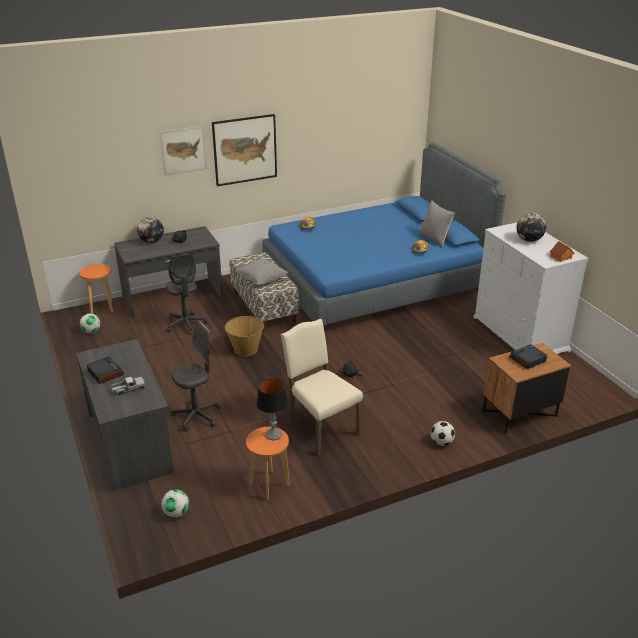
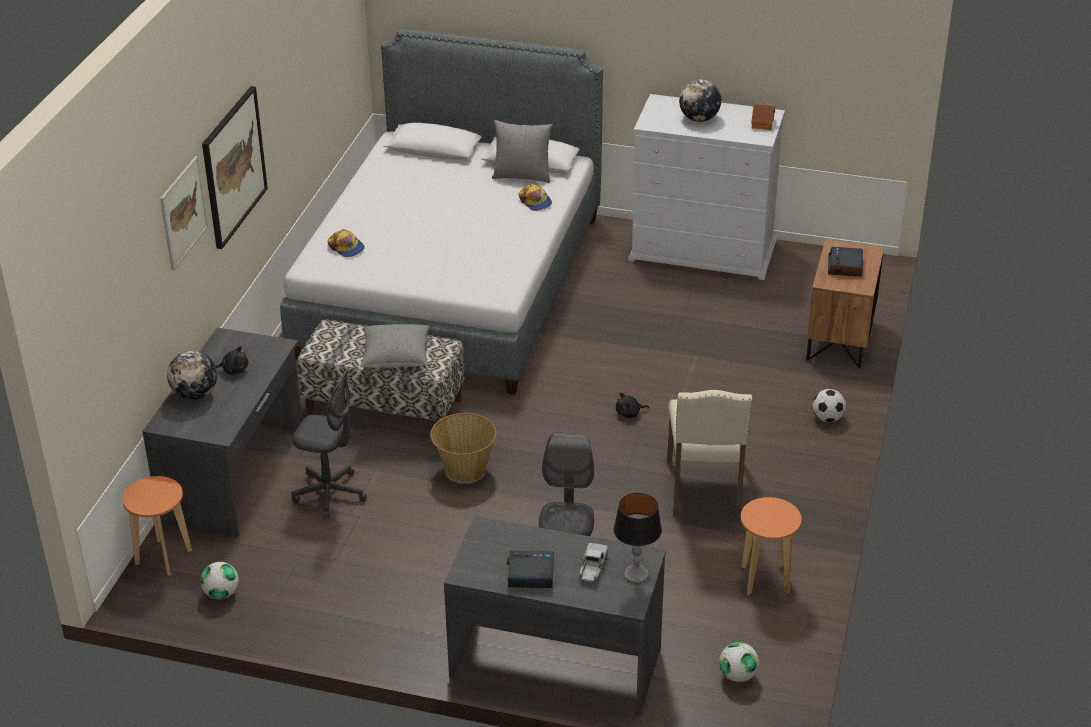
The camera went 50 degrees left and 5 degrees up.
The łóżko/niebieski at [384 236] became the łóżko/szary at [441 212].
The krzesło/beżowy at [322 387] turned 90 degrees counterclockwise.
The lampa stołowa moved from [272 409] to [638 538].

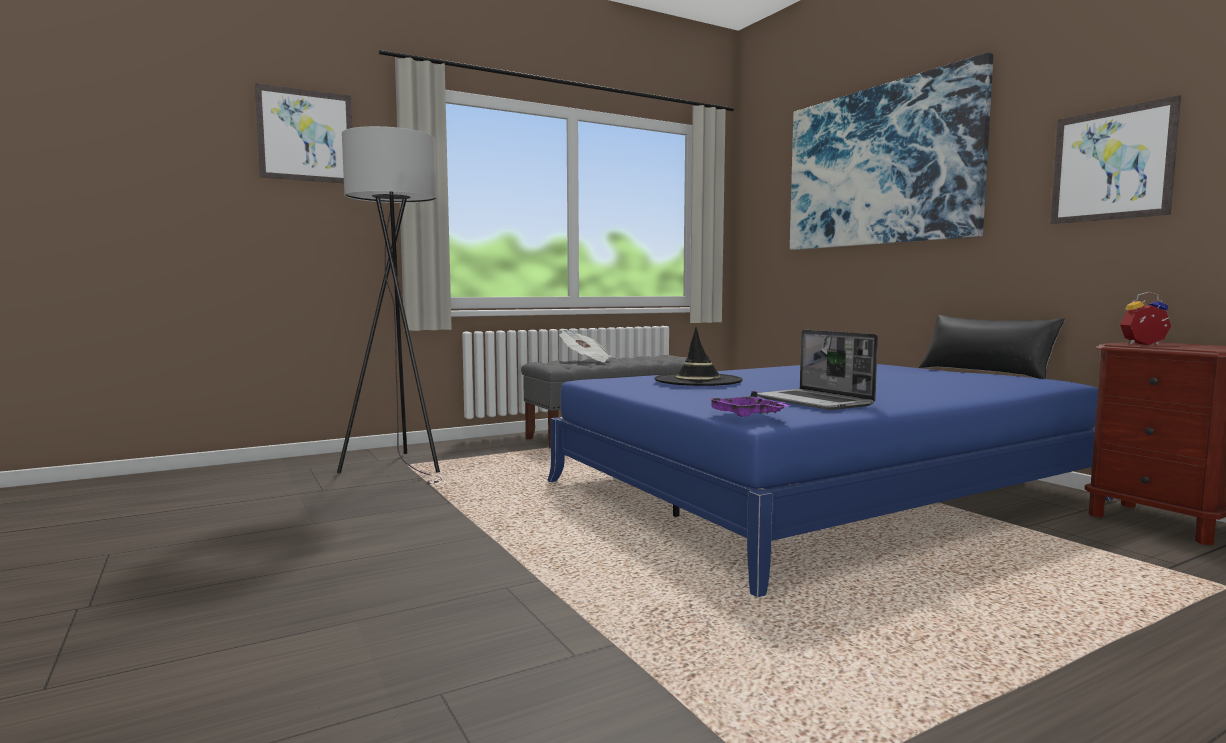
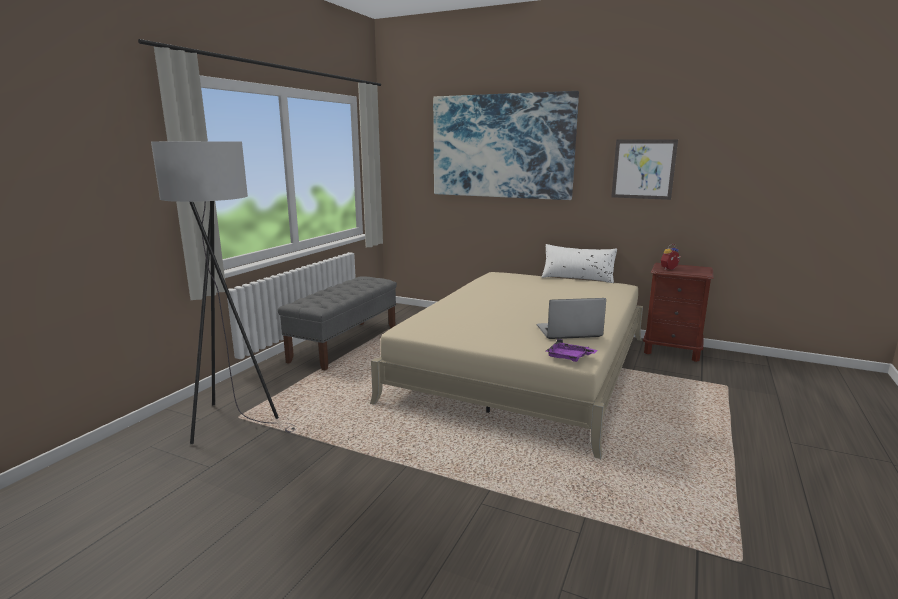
The camera went 35 degrees left and 10 degrees up.
The obraz at [303 133] disappeared.
The poduszka/czarny at [992 347] became the poduszka/biały at [579 263].
The kapelusz/czarny at [698 357] disappeared.
The gazeta at [585 346] disappeared.
The laptop at [817 370] turned 150 degrees clockwise.
The łóżko/niebieski at [830 480] became the łóżko/beżowy at [506 365].

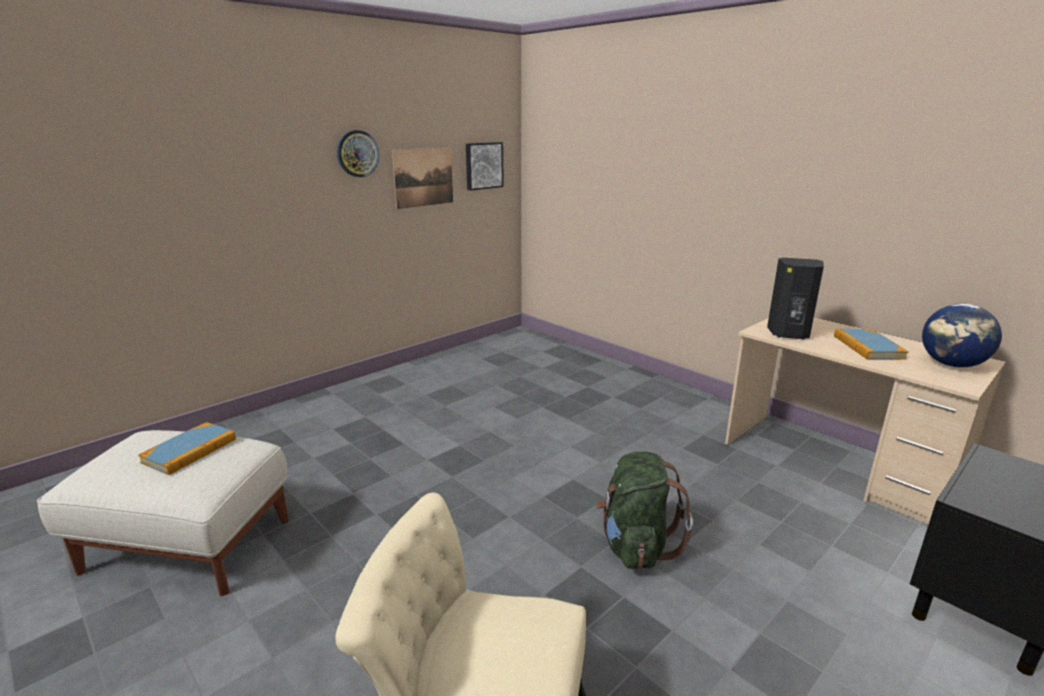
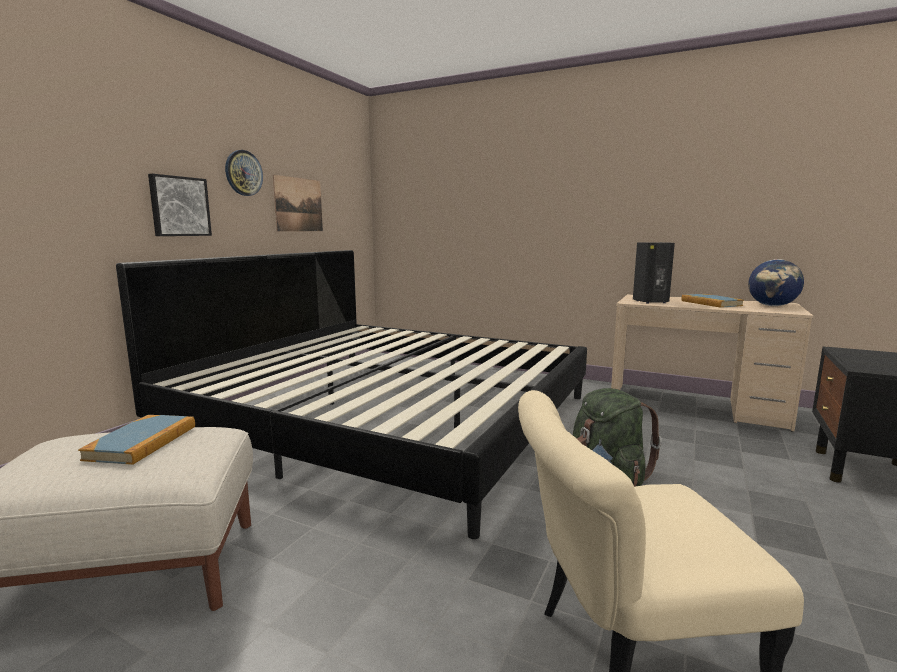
The camera went 20 degrees left and 10 degrees down.
The obraz moved from [485 166] to [180 205].
The łóżko at [351 394] appeared.

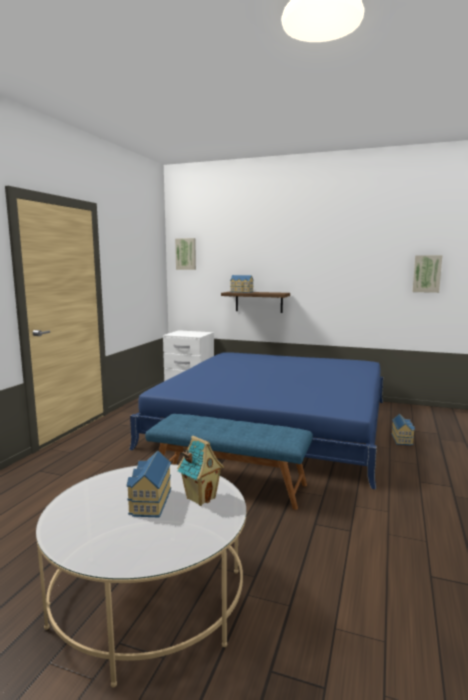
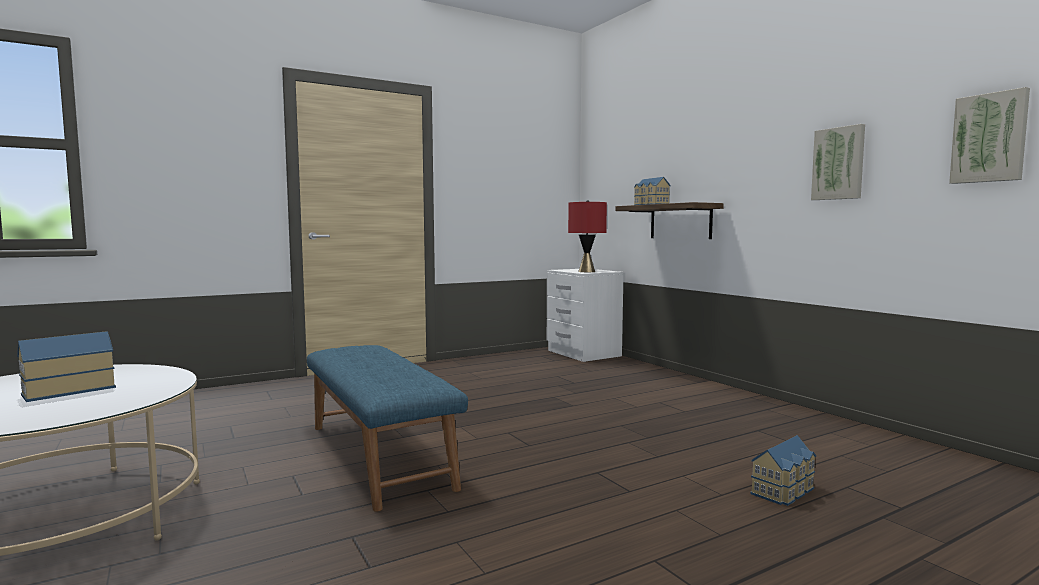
The camera went 40 degrees right and 5 degrees down.
The obraz moved from [185 254] to [838 162].
The łóżko/niebieski at [256 421] disappeared.
The domek at [200 471] disappeared.
The lampa stołowa/czerwony at [587 236] appeared.

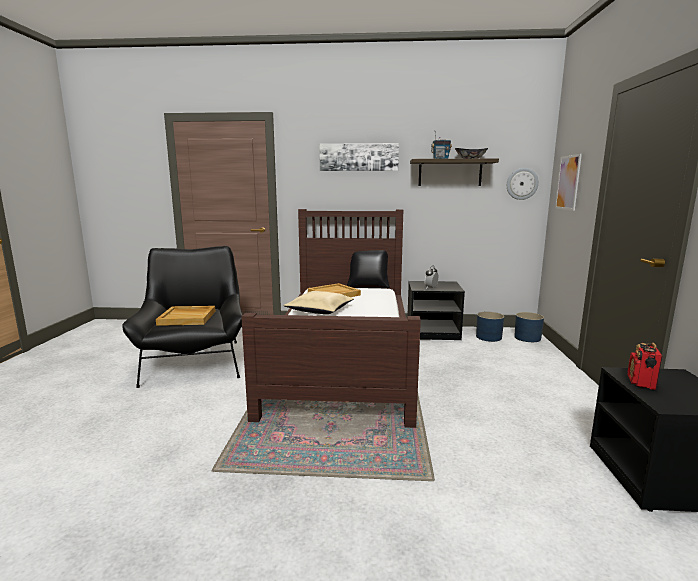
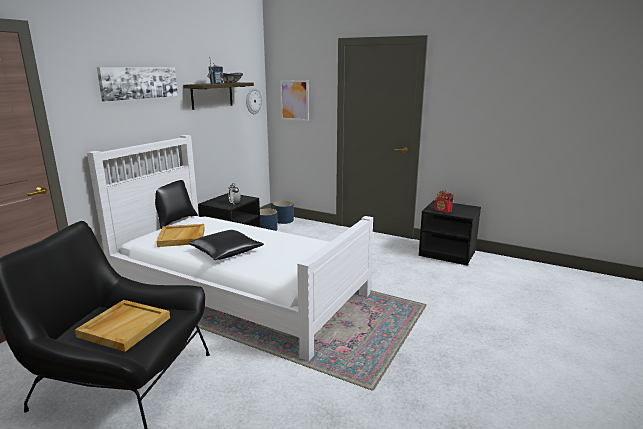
The camera went 65 degrees left and 5 degrees up.
The łóżko/brązowy at [331 318] became the łóżko/biały at [230 248].
The poduszka/beżowy at [318 302] became the poduszka/czarny at [226 245].

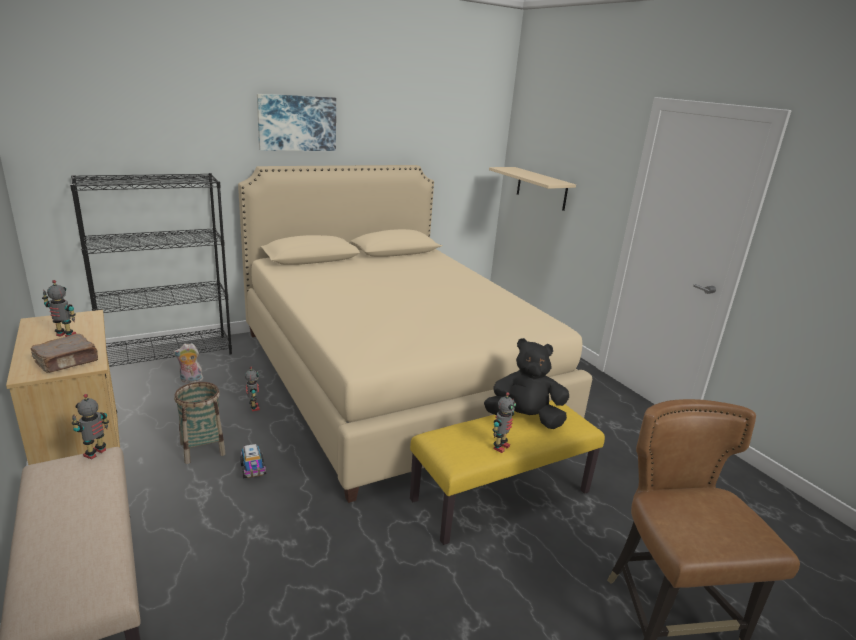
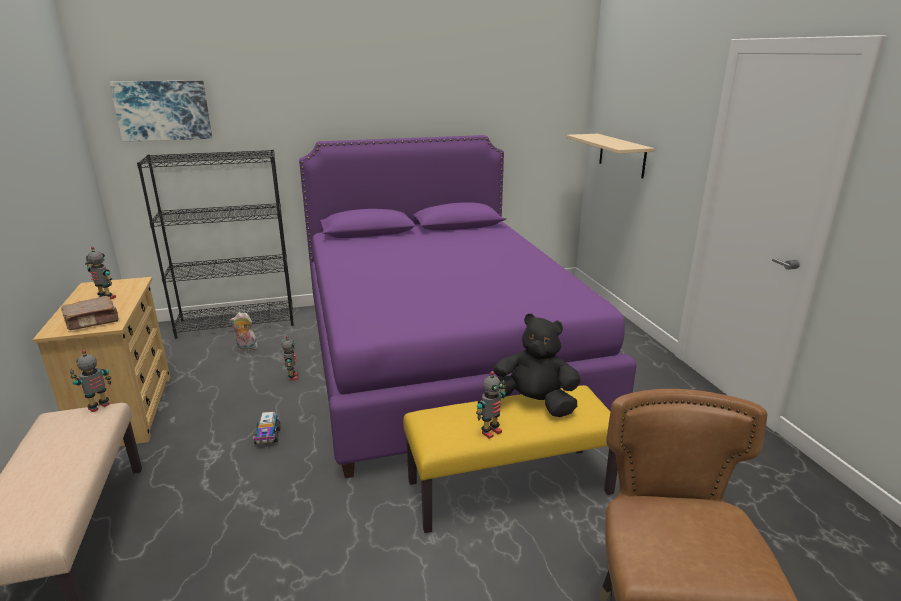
The camera went 15 degrees right and 0 degrees up.
The obraz moved from [296 122] to [160 111].
The łóżko/beżowy at [415 334] became the łóżko/fioletowy at [468 306].
The koszyk at [200 423] disappeared.

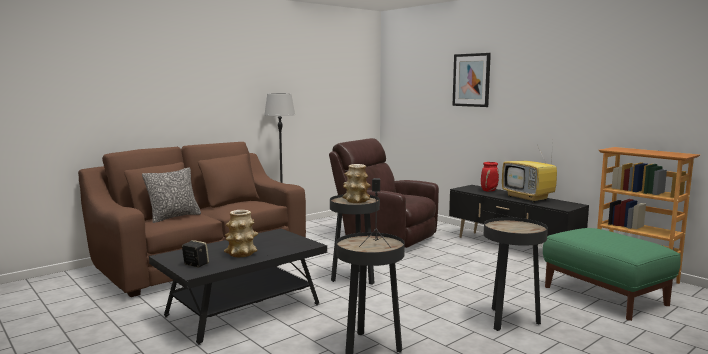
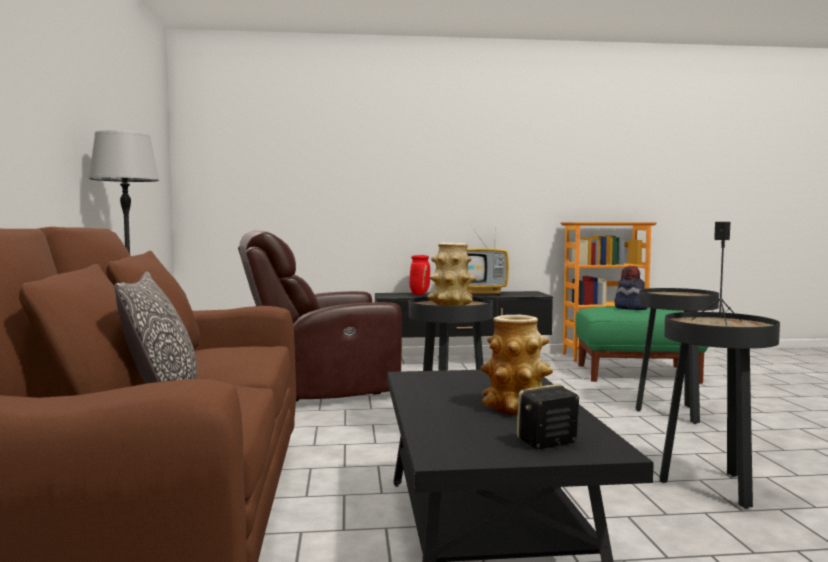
The camera went 55 degrees left and 5 degrees down.
The obraz at [471 80] disappeared.
The kapelusz at [631 288] appeared.

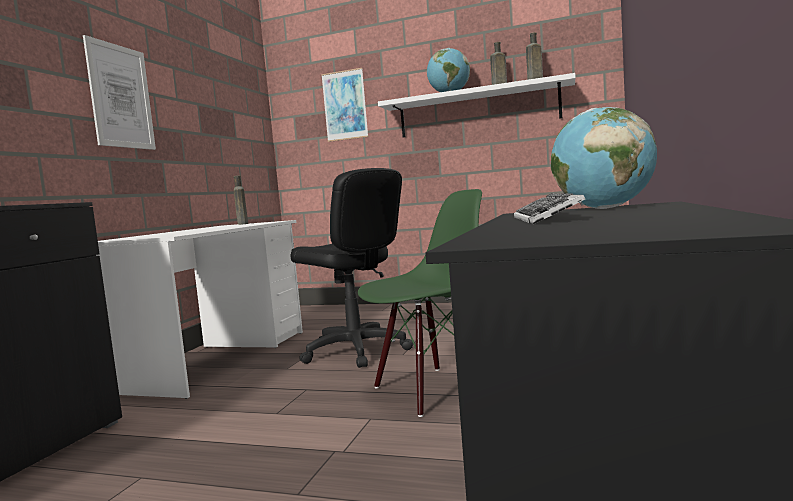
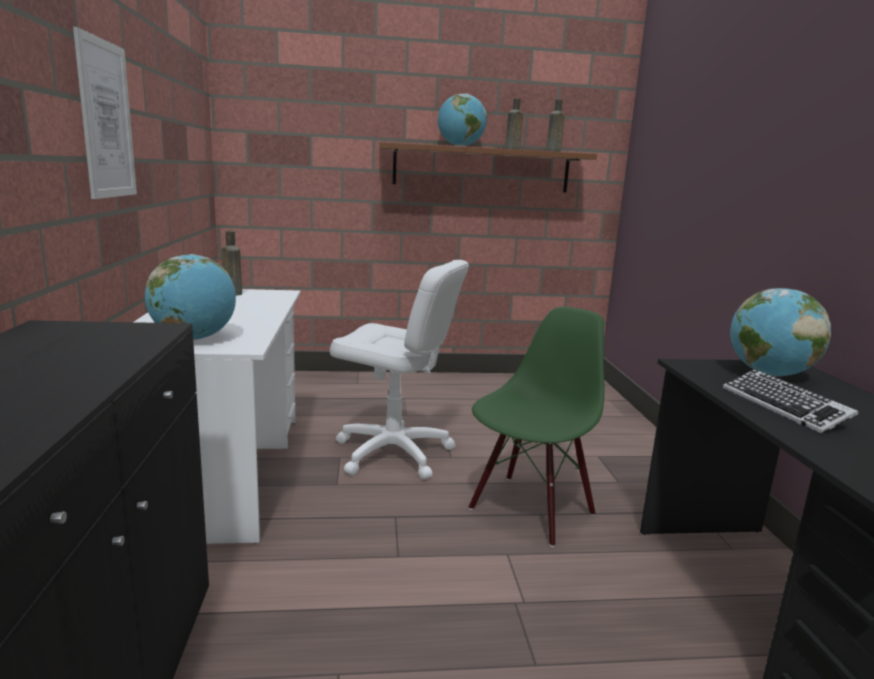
The camera went 25 degrees left and 10 degrees up.
The obraz at [344 105] disappeared.
The półka/biały at [477 105] became the półka/brązowy at [488 167].
The krzesło biurowe/czarny at [351 268] became the krzesło biurowe/biały at [399 369].
The globus at [190 297] appeared.

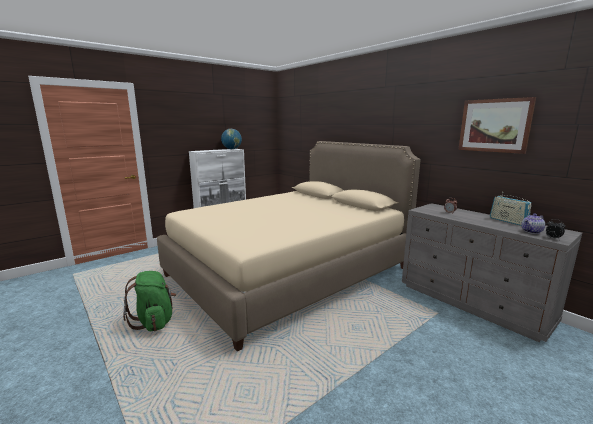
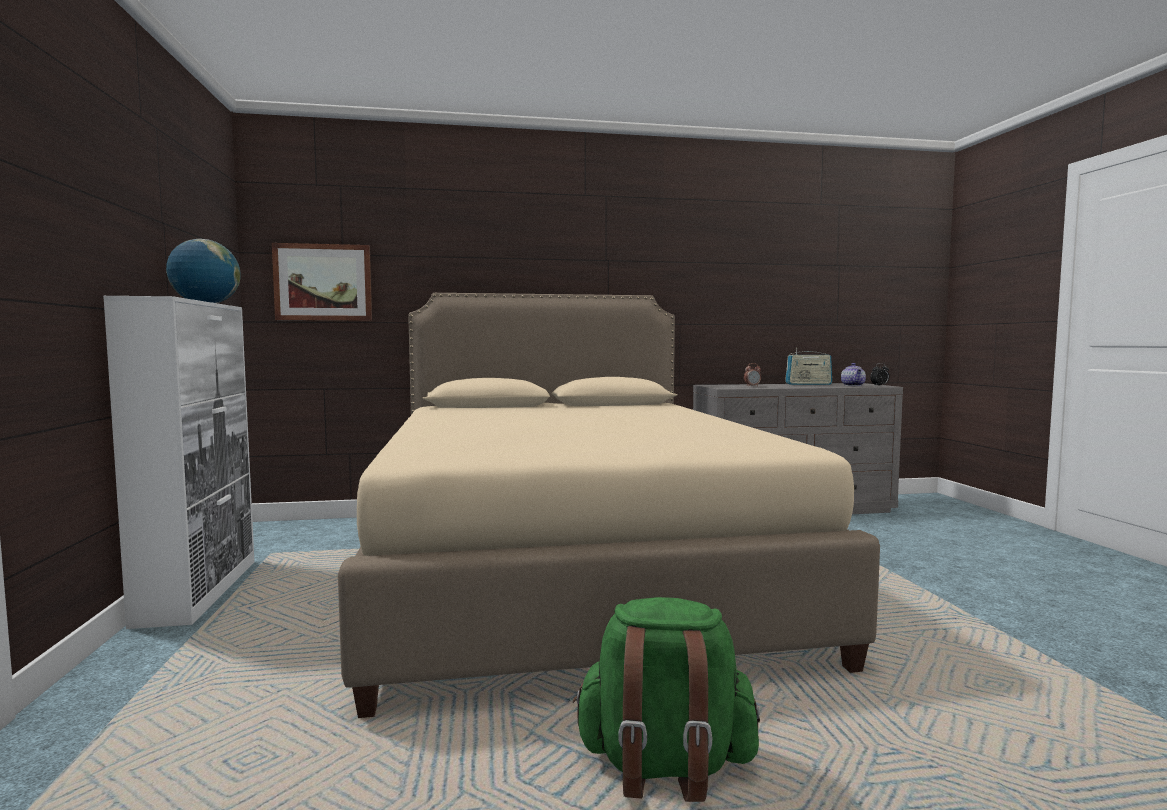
The camera went 60 degrees left and 10 degrees down.
The obraz moved from [497 125] to [322 282].

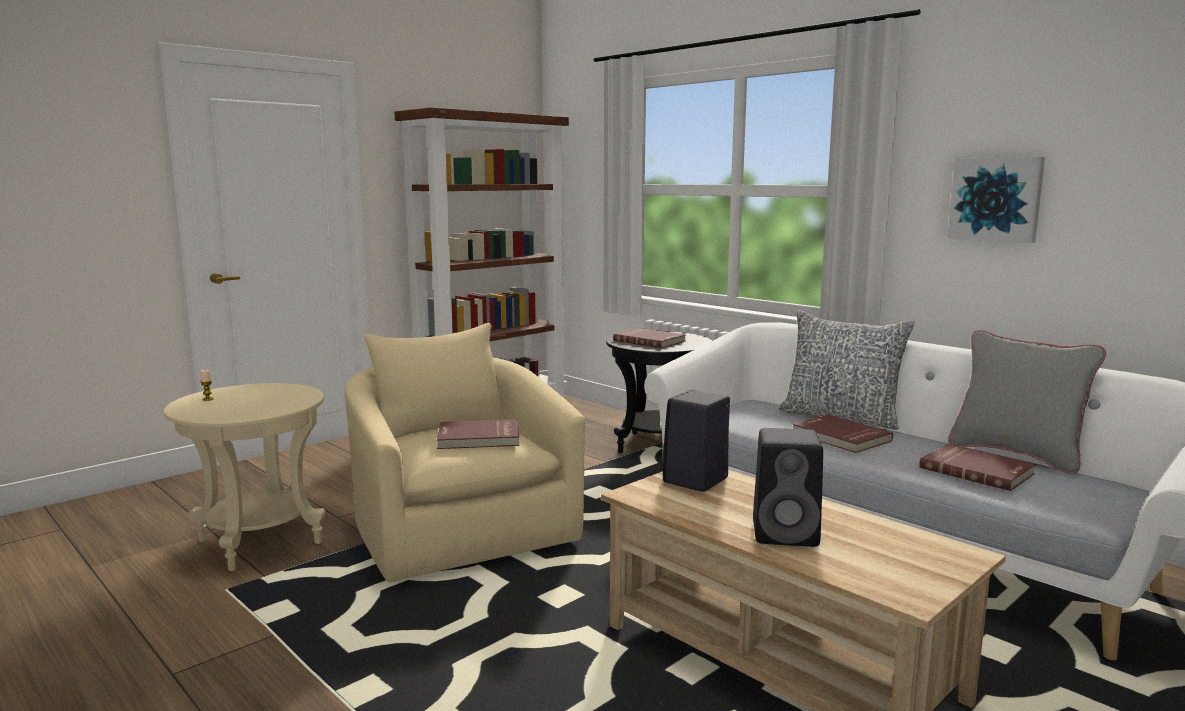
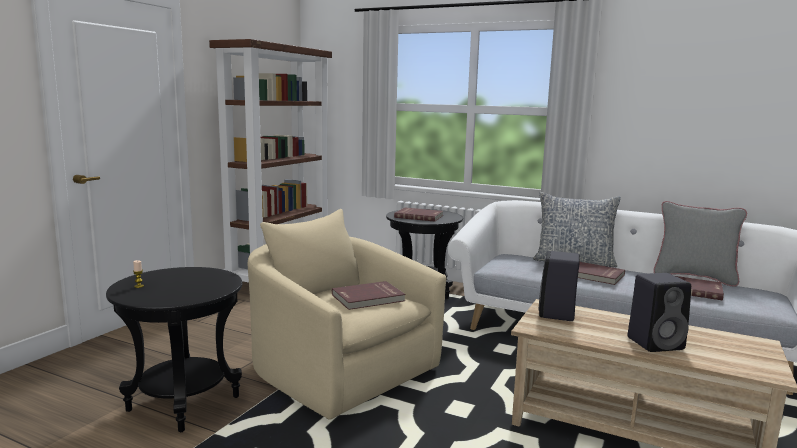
The camera went 20 degrees left and 0 degrees up.
The obraz at [996 200] disappeared.
The stolik/beżowy at [244 477] became the stolik/czarny at [174 349].

